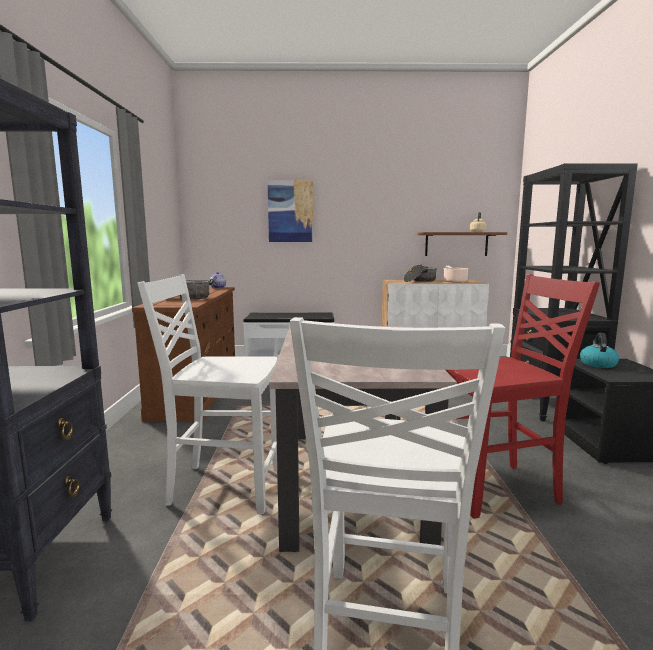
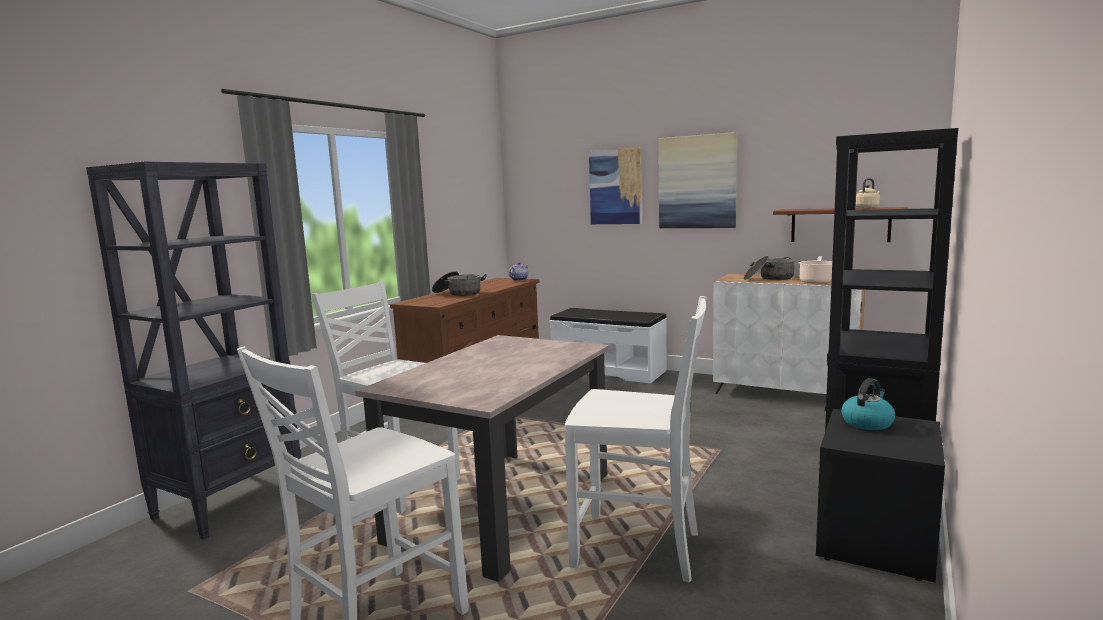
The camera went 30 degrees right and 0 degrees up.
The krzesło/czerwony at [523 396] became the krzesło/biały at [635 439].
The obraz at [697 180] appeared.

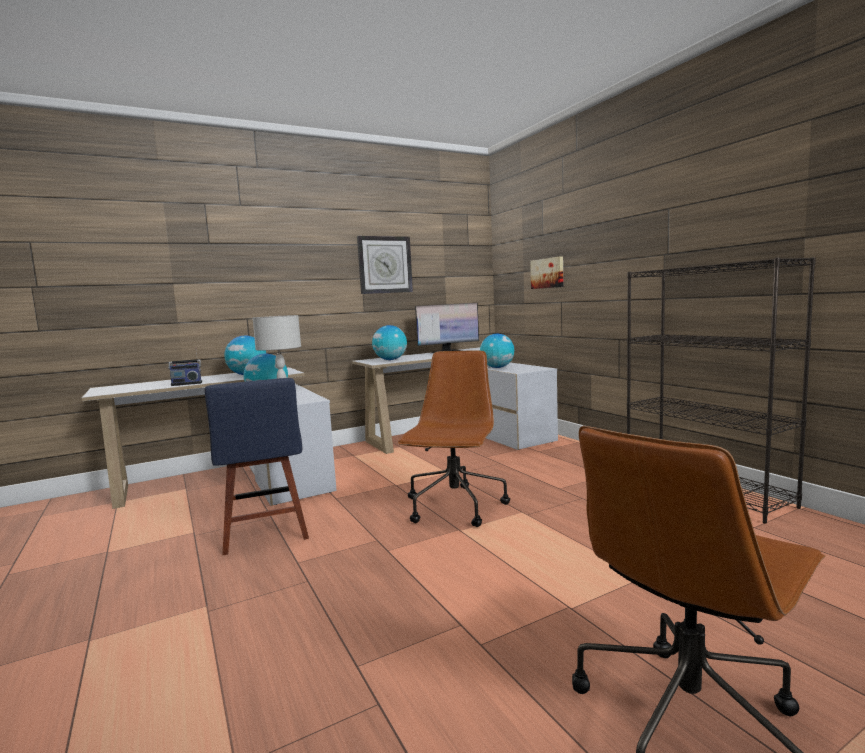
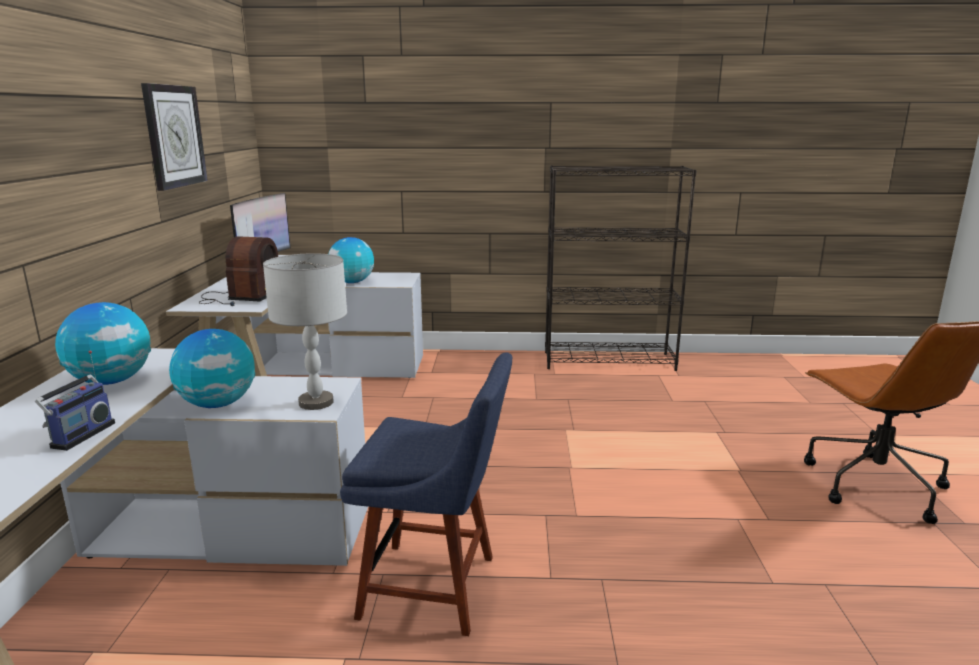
The camera went 60 degrees left and 10 degrees up.
The obraz at [546 272] disappeared.
The globus at [389 342] was replaced by the radio at [238 271].
The krzesło biurowe/brązowy at [453 438] disappeared.

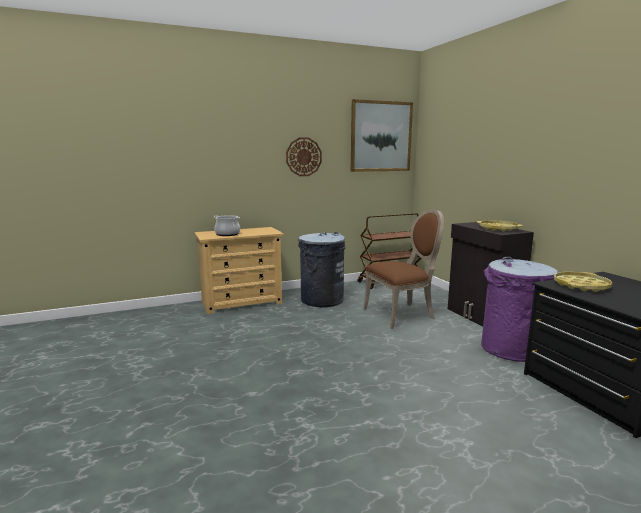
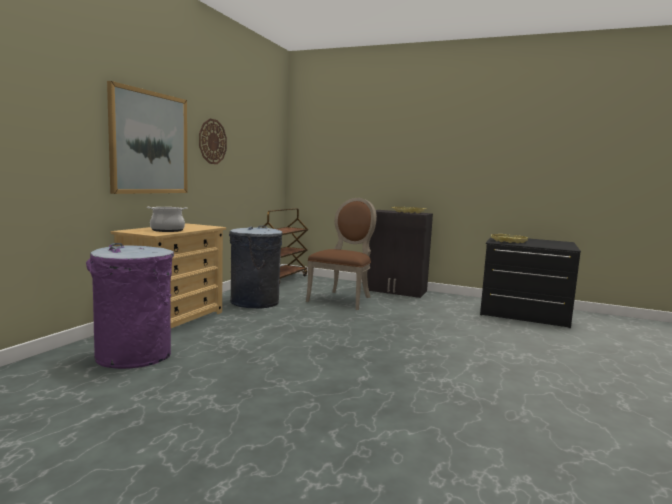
The camera went 45 degrees left and 5 degrees down.
The obraz moved from [382 135] to [147 137].
The kosz na śmieci/fioletowy moved from [519 309] to [130 306].

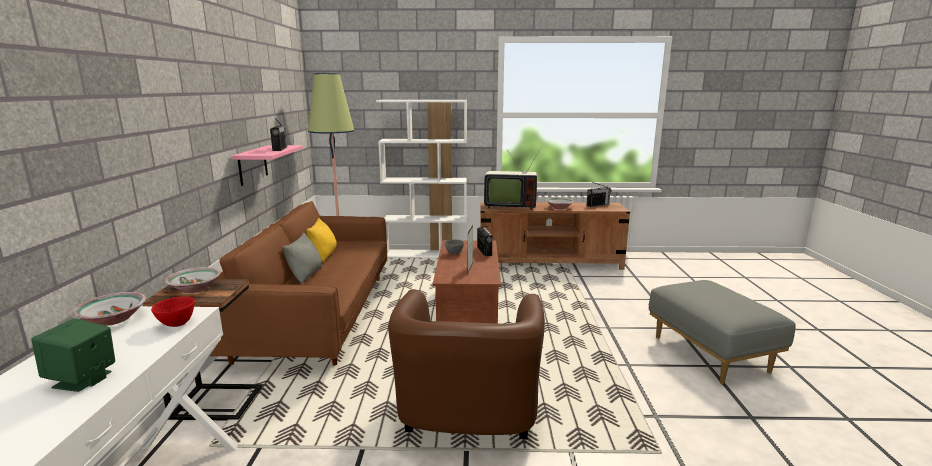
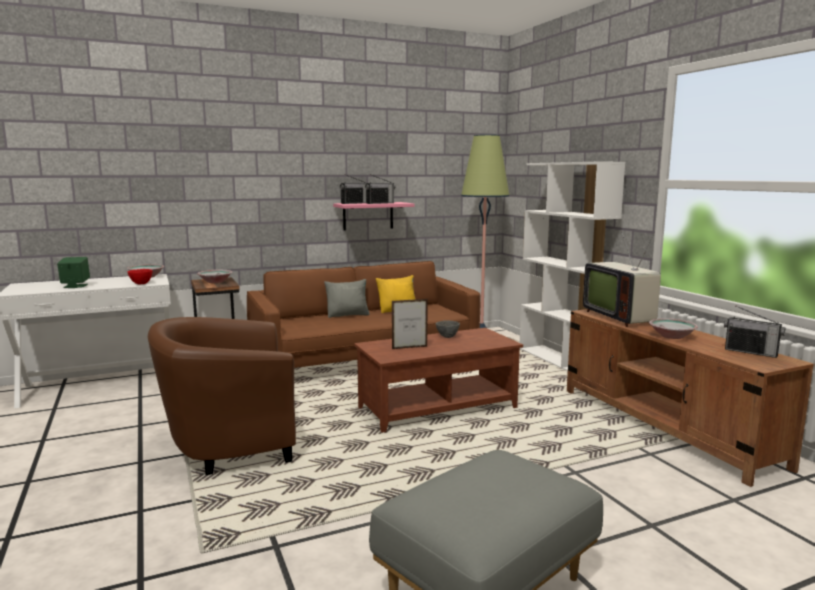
The camera went 65 degrees right and 5 degrees down.
The radio moved from [485 241] to [353 189].

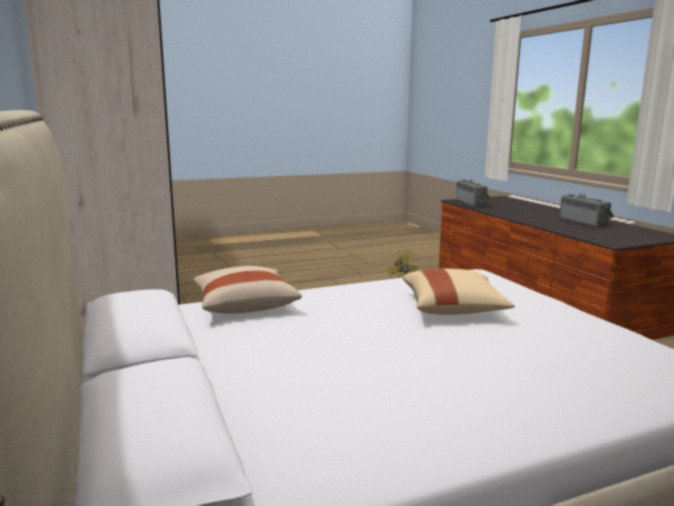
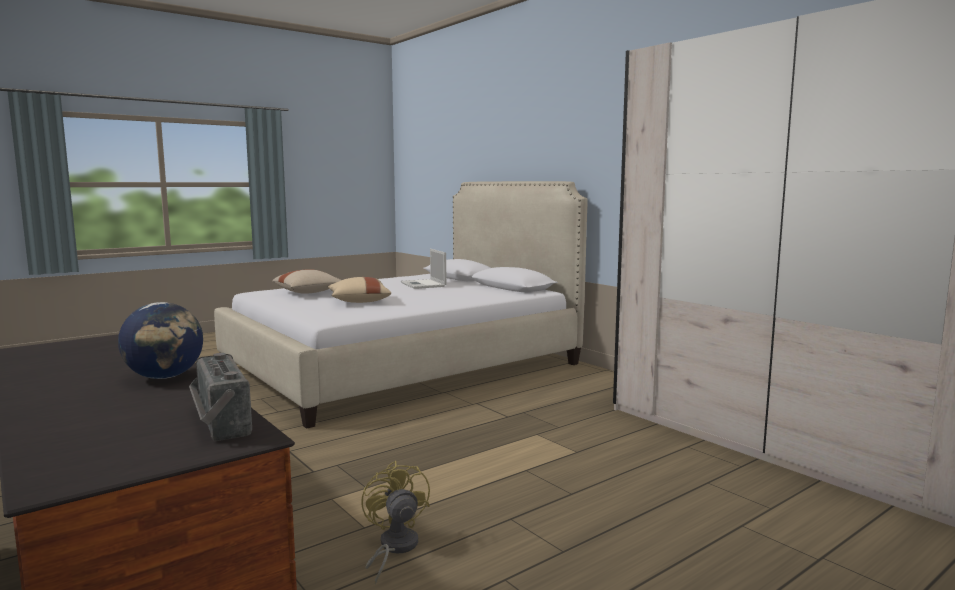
The camera went 165 degrees right and 5 degrees down.
The radio at [586 211] disappeared.
The poduszka/beżowy moved from [247 290] to [306 281].
The laptop at [423 269] appeared.
The globus at [160 340] appeared.

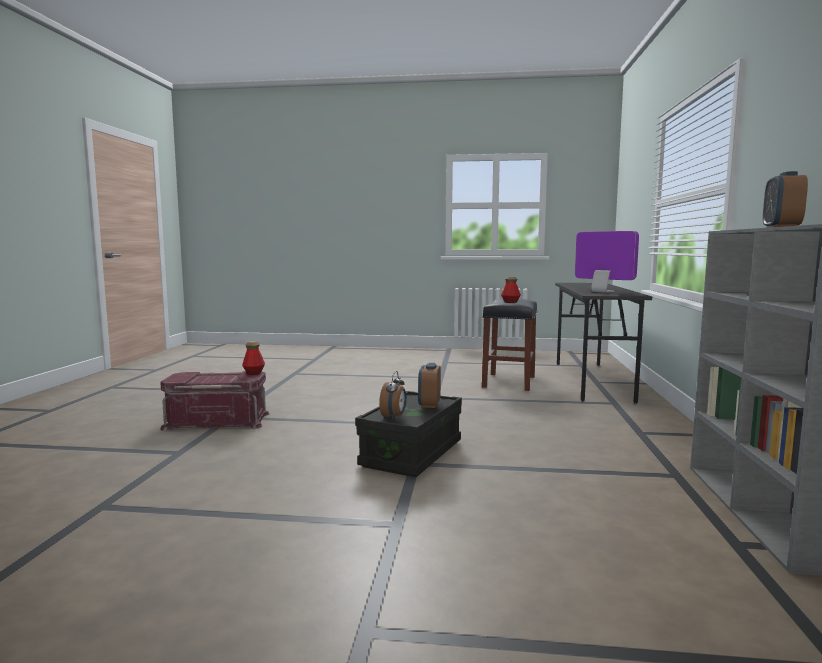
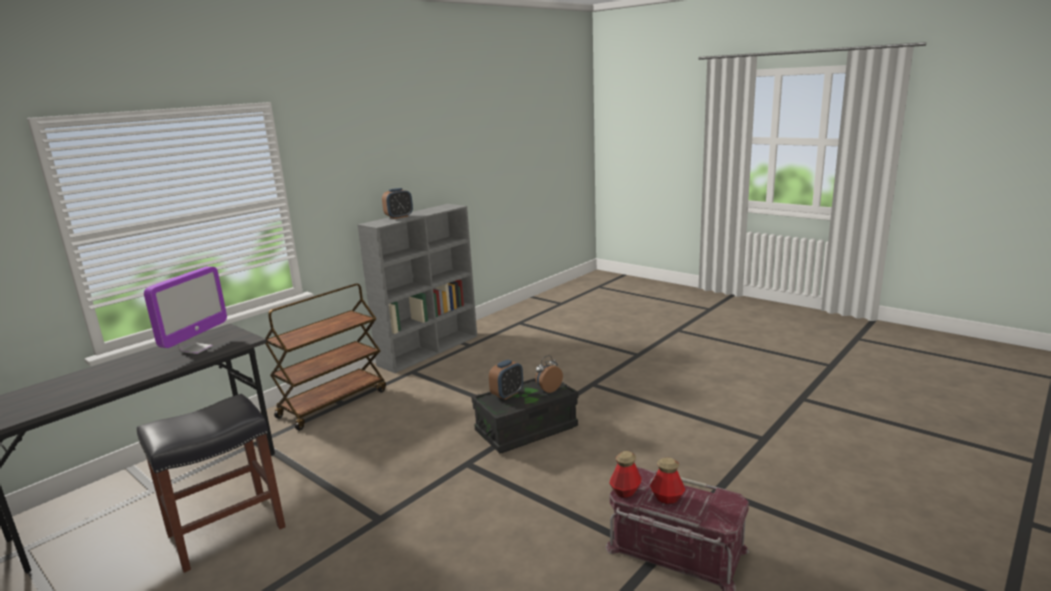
The camera went 145 degrees left and 10 degrees up.
The monitor at [607 262] turned 150 degrees counterclockwise.
The butelka moved from [511 290] to [667 480].
The wózek/brązowy at [325 357] appeared.

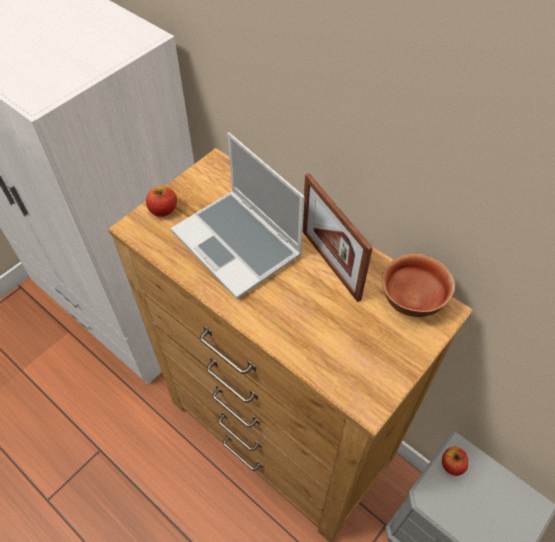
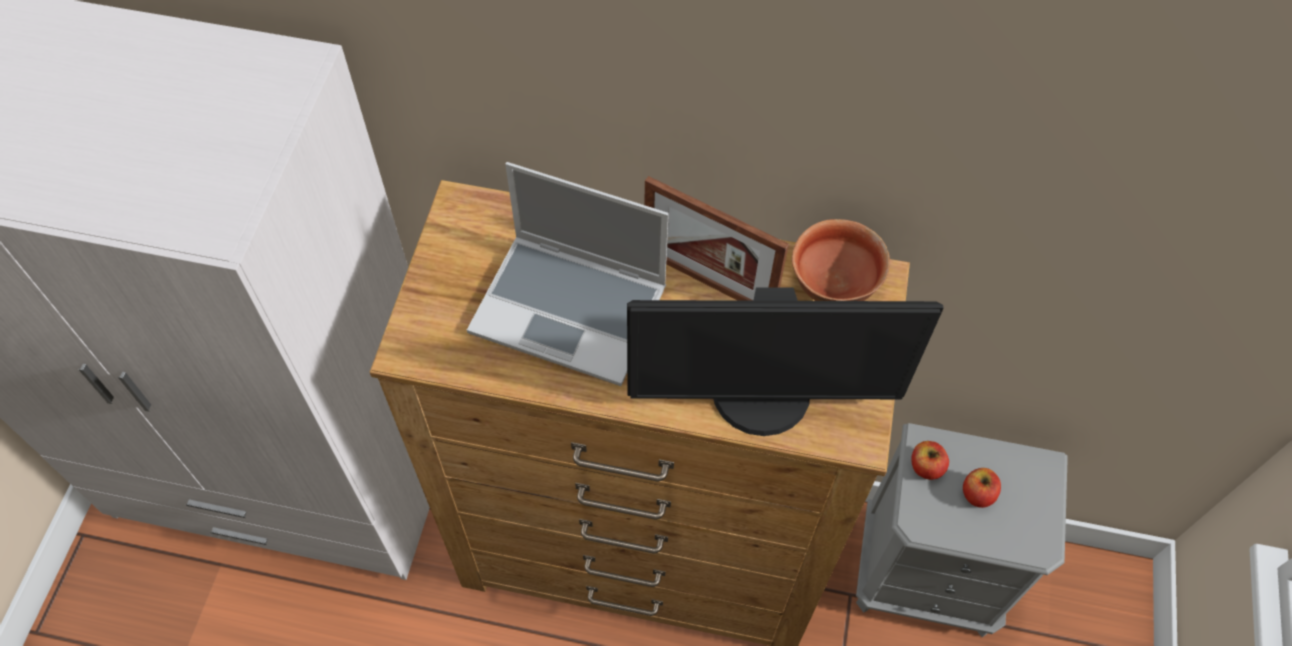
The camera went 30 degrees left and 5 degrees up.
The jabłko moved from [161 201] to [982 488].
The monitor at [785 361] appeared.

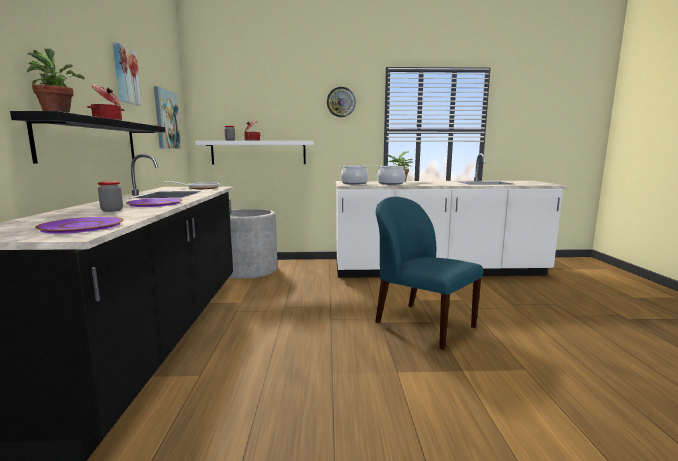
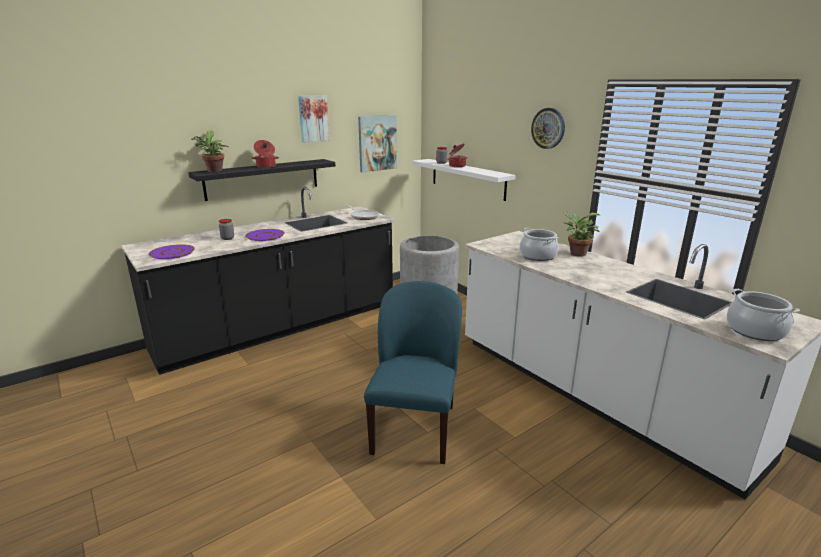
The camera went 55 degrees right and 10 degrees up.
The garnek moved from [354 175] to [763 315].

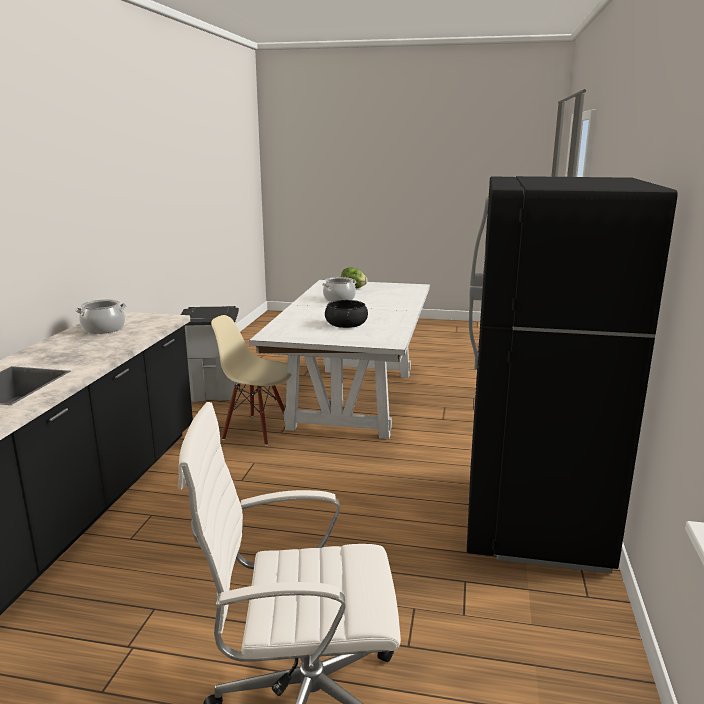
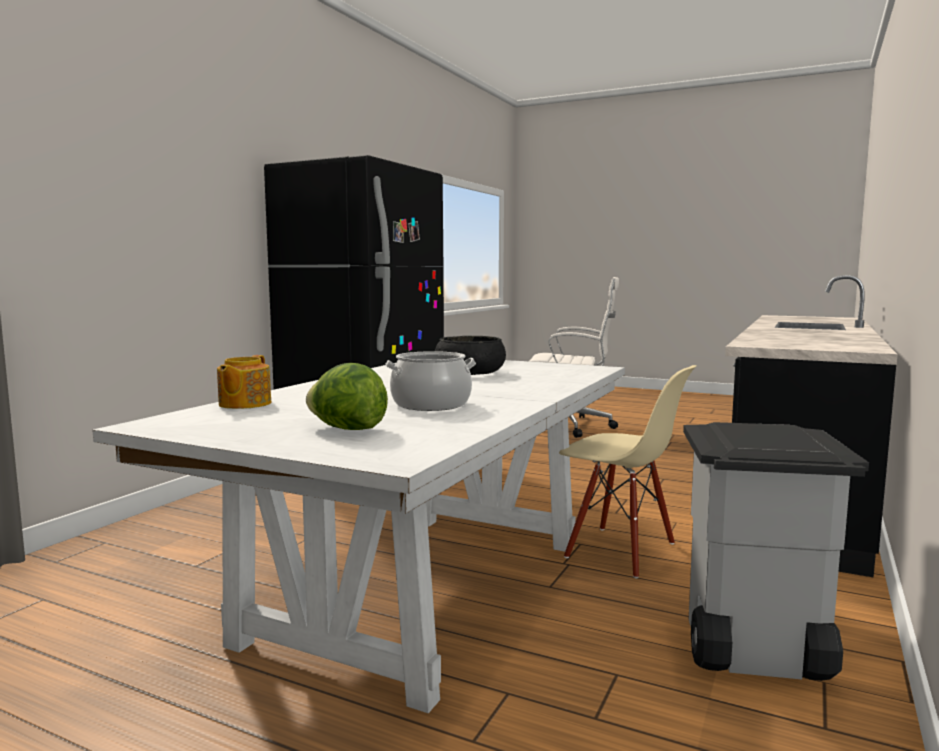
The camera went 165 degrees left and 10 degrees down.
The garnek at [100 316] disappeared.
The imbryk at [244 382] appeared.

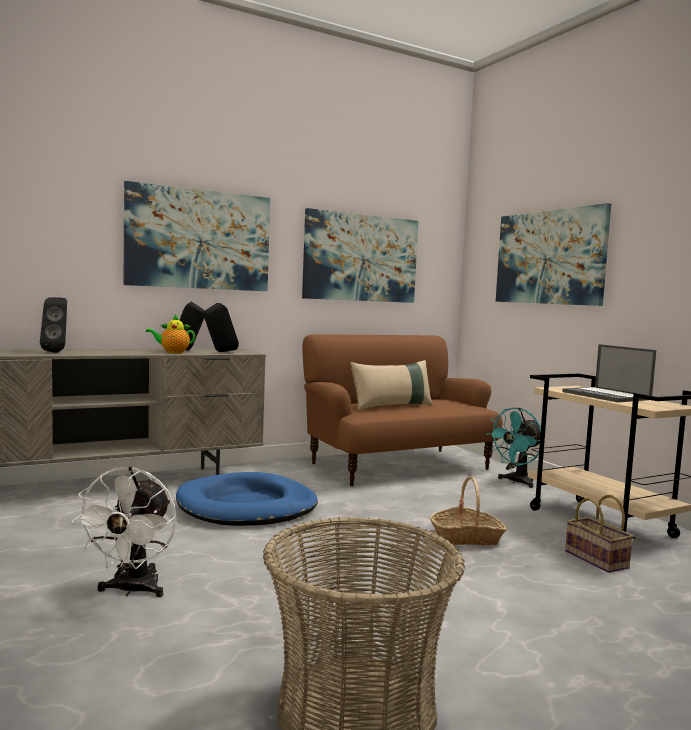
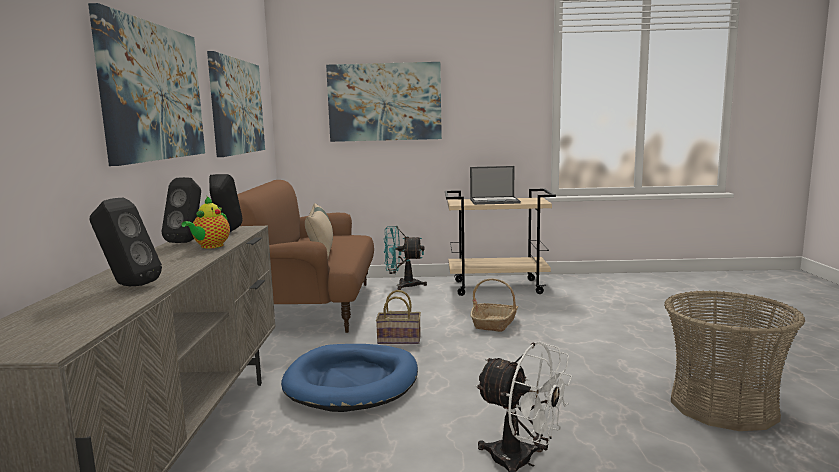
The camera went 60 degrees left and 5 degrees up.
The wentylator/turkusowy at [513 448] turned 105 degrees clockwise.
The koszyk moved from [599 534] to [398 317].

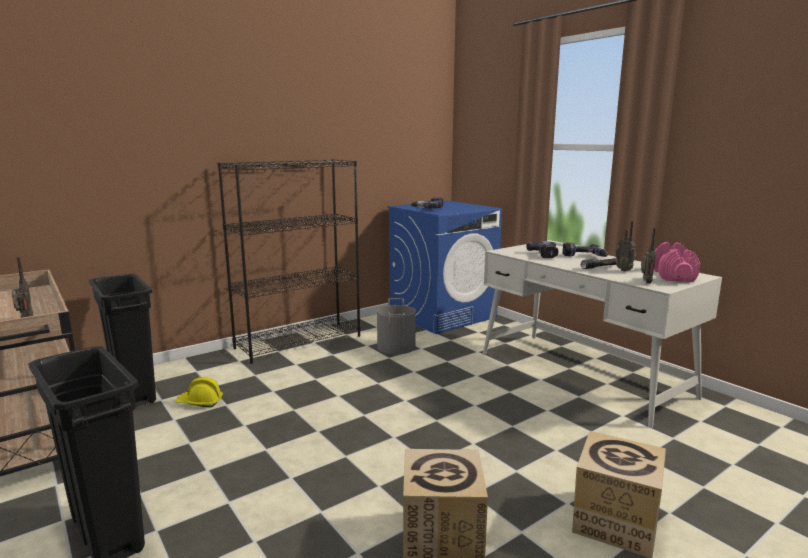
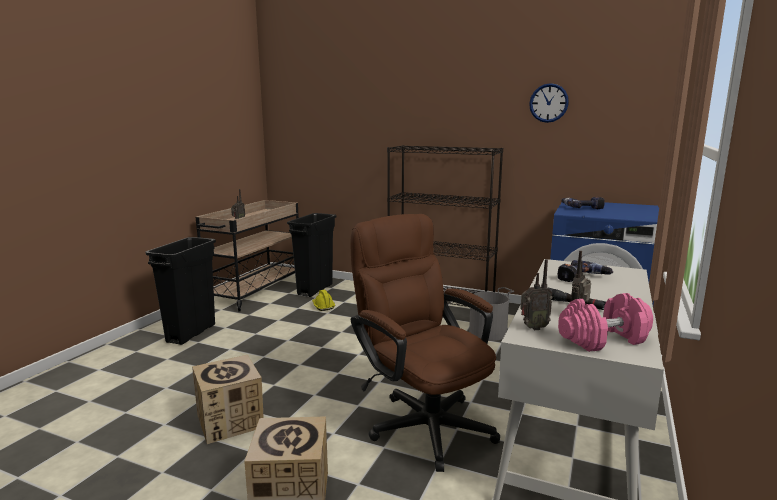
The camera went 60 degrees right and 0 degrees up.
The wiertarka at [585 249] disappeared.
The zegar ścienny at [549 103] appeared.
The krzesło biurowe/brązowy at [425 343] appeared.

